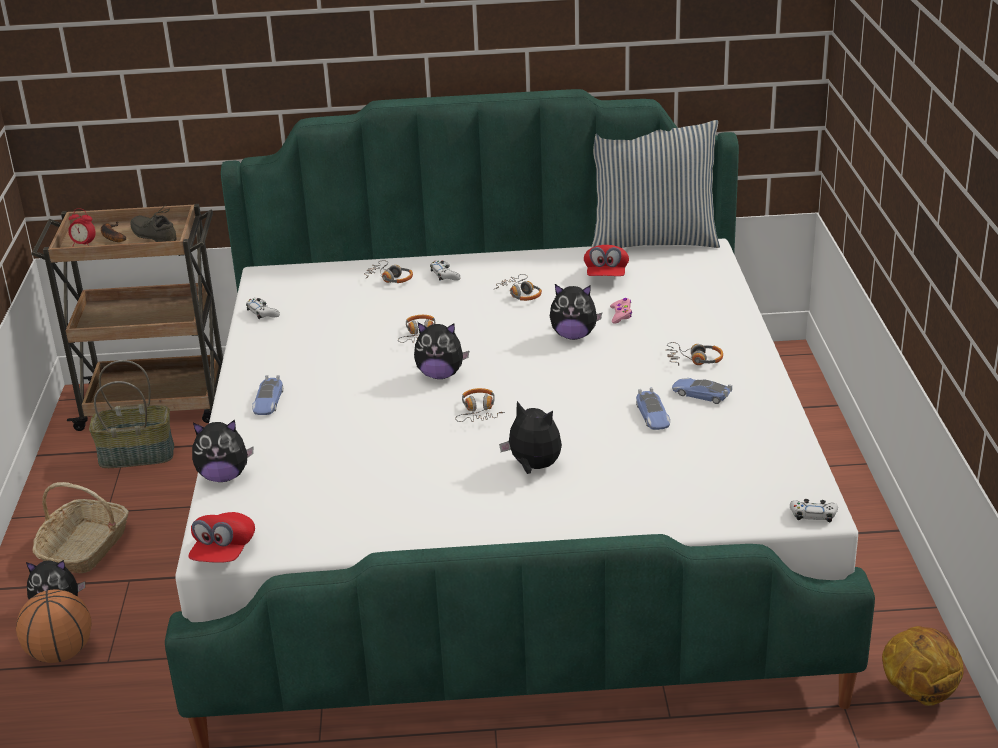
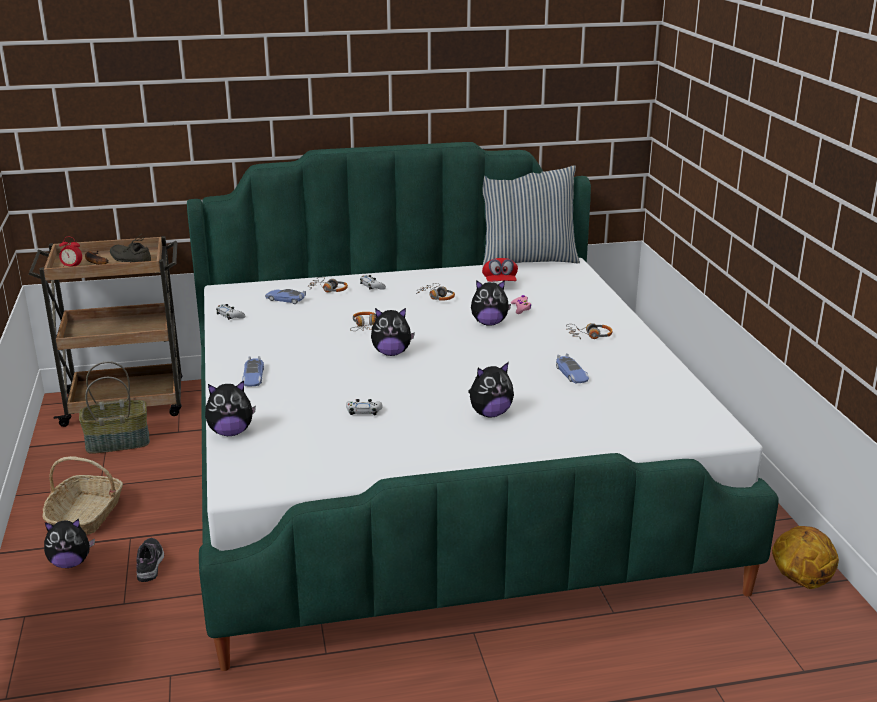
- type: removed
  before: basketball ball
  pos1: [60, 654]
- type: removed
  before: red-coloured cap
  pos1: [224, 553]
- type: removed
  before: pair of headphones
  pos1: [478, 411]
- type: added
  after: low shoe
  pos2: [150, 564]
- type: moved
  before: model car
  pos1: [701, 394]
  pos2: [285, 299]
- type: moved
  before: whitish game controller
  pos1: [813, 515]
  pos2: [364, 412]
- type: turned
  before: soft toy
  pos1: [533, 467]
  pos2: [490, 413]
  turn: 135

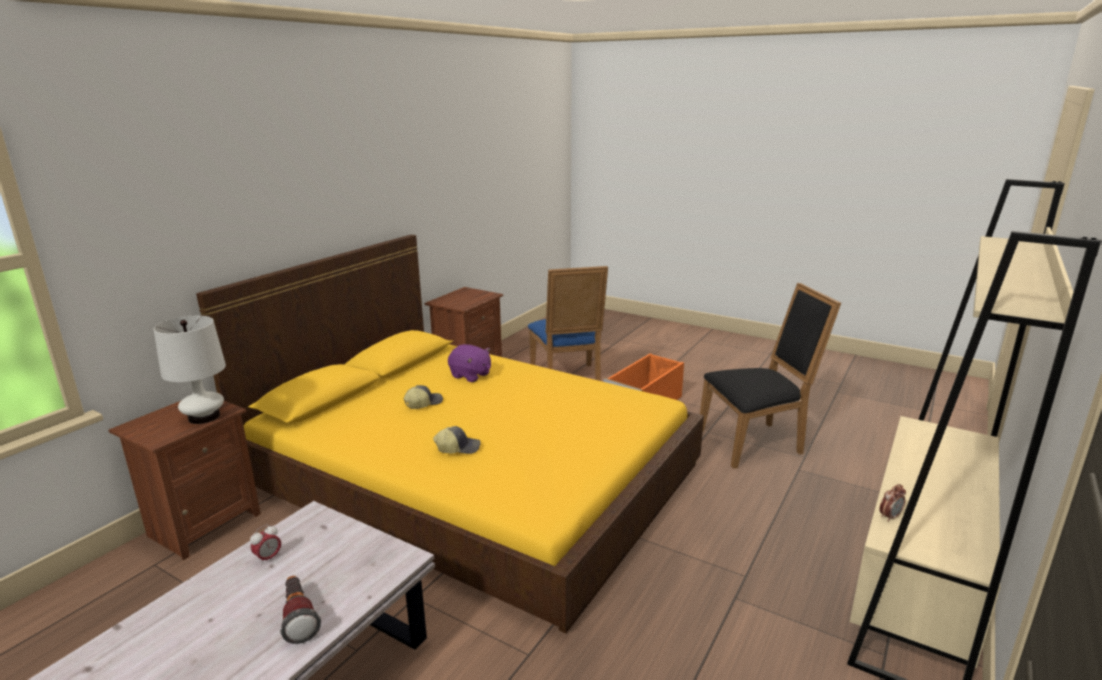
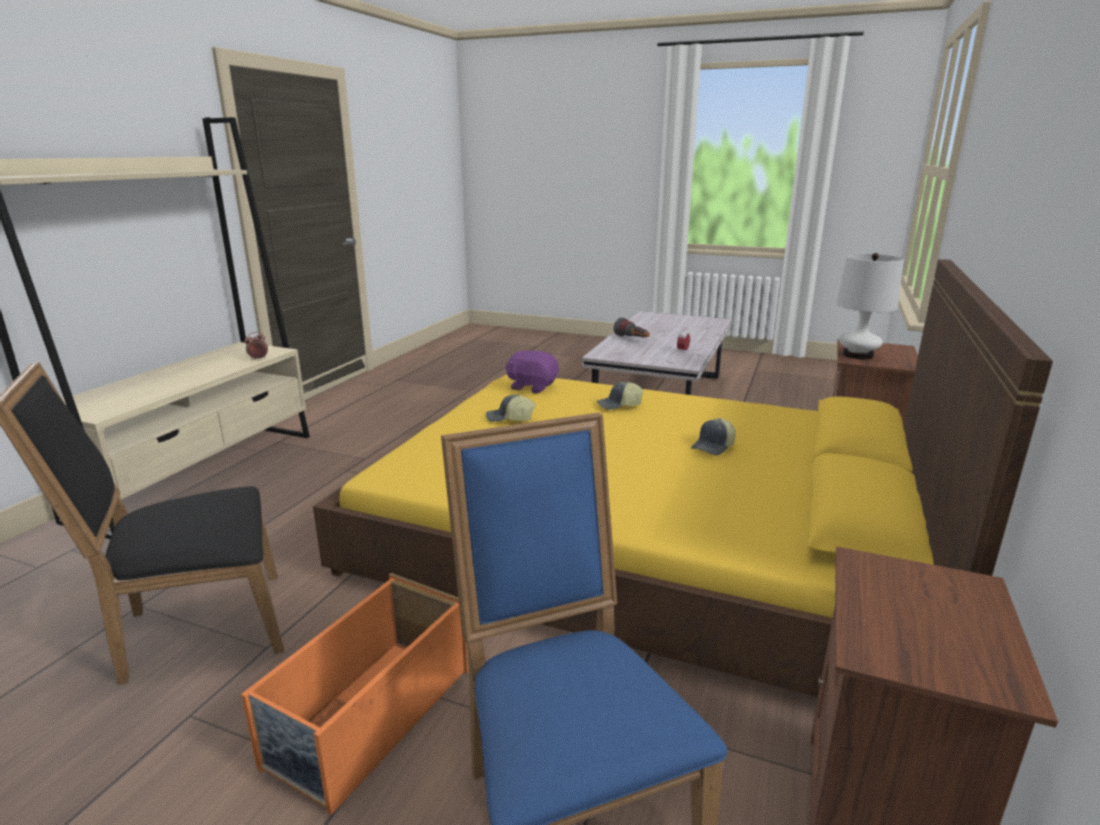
- type: added
  after: cap
  pos2: [510, 419]
- type: moved
  before: purplish soft toy
  pos1: [470, 375]
  pos2: [532, 387]

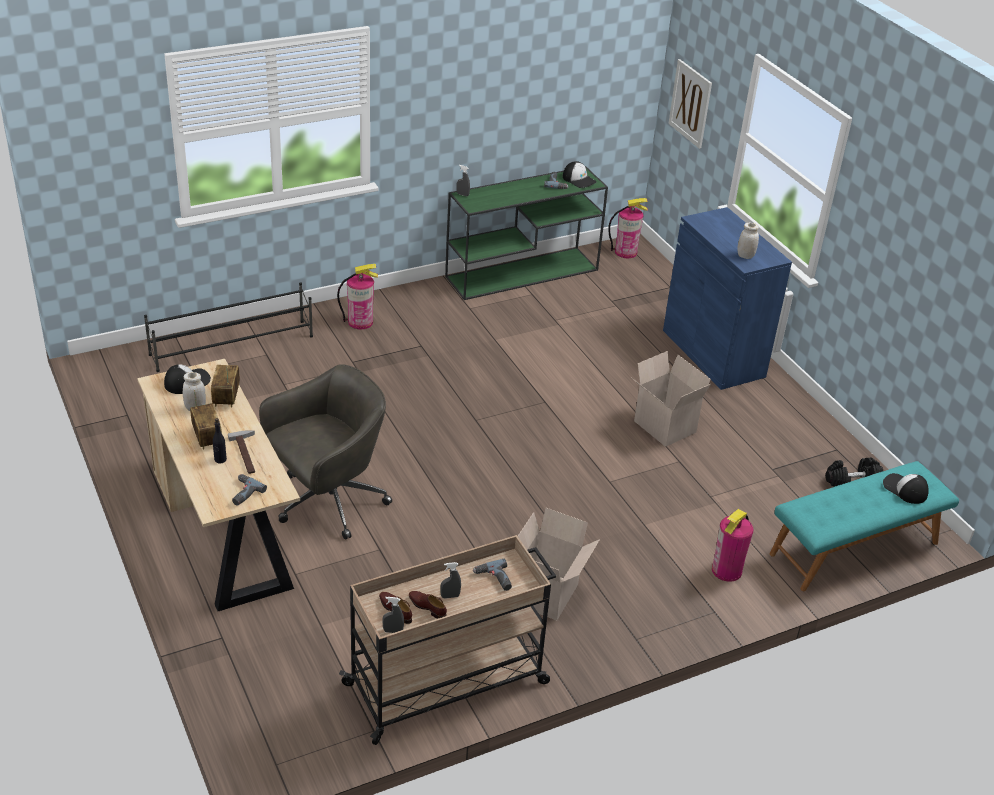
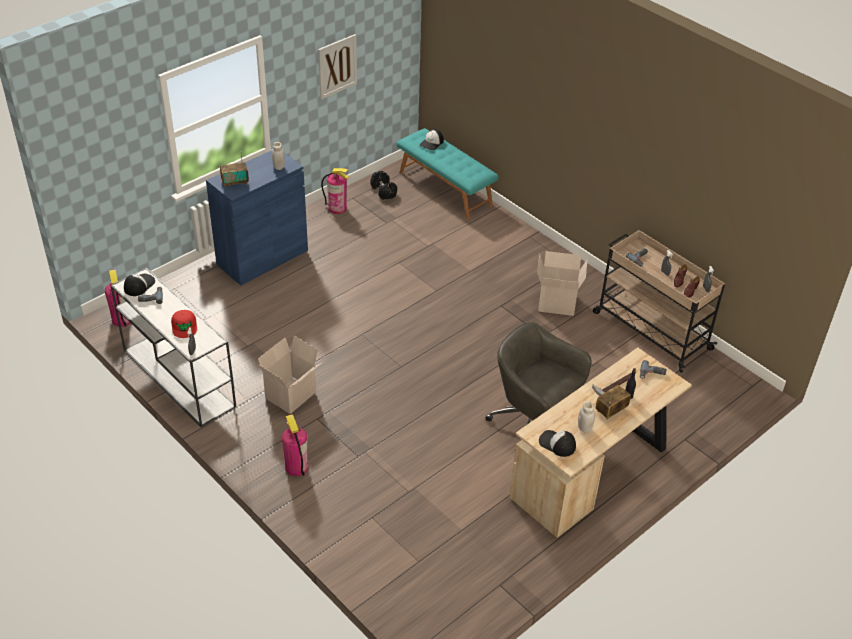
- type: removed
  before: blackish shoe shelf
  pos1: [233, 345]
- type: added
  after: red-coloured cap
  pos2: [184, 326]
- type: moved
  before: radio receiver
  pos1: [226, 397]
  pos2: [235, 182]
- type: moved
  before: cardboard box
  pos1: [662, 427]
  pos2: [291, 396]
- type: moved
  before: picture
  pos1: [690, 103]
  pos2: [337, 66]
- type: moved
  before: extinguisher
  pos1: [727, 570]
  pos2: [337, 208]
- type: recoloured
  before: green hall table
  after: whitish hall table
  pos1: [523, 273]
  pos2: [177, 377]

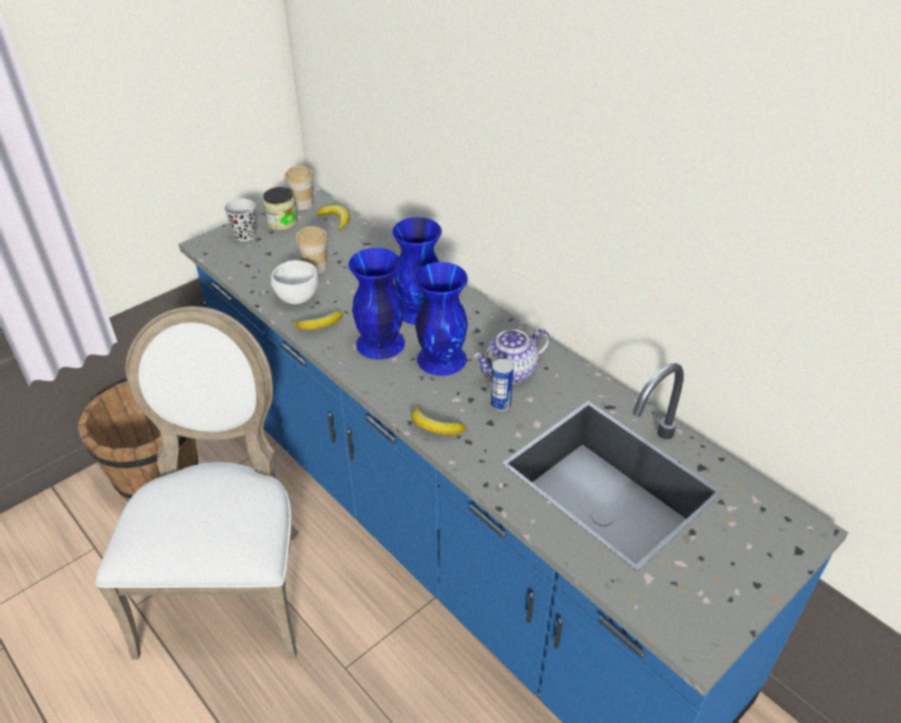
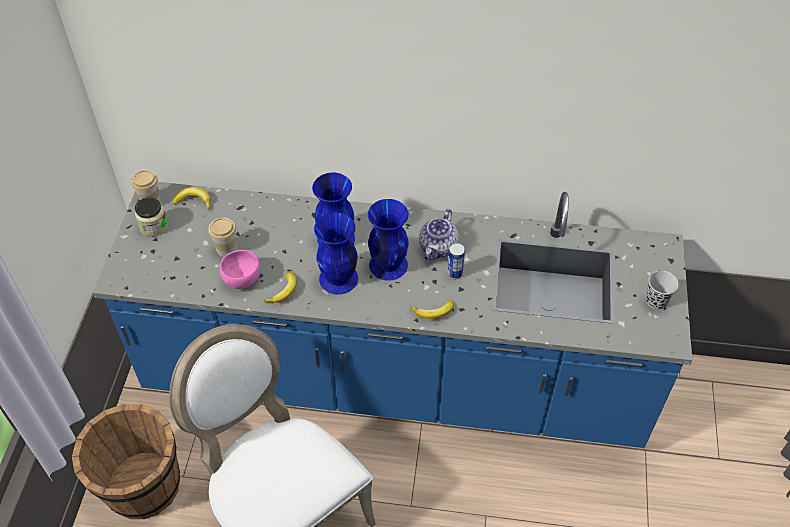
- type: moved
  before: blackish drinking cup
  pos1: [245, 235]
  pos2: [656, 301]
- type: recoloured
  before: whitish bowl
  after: pink bowl
  pos1: [297, 296]
  pos2: [241, 279]

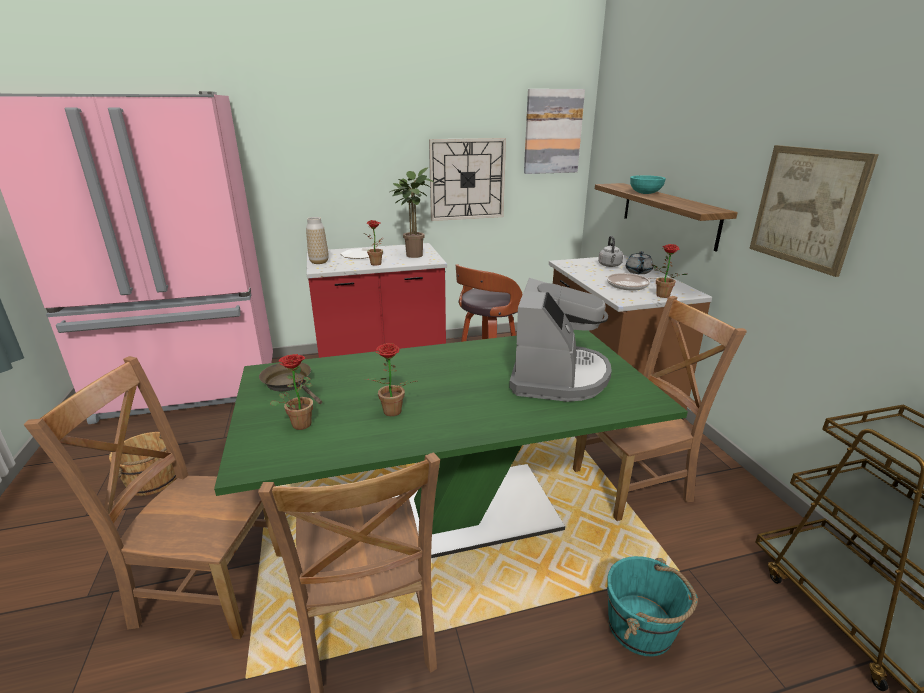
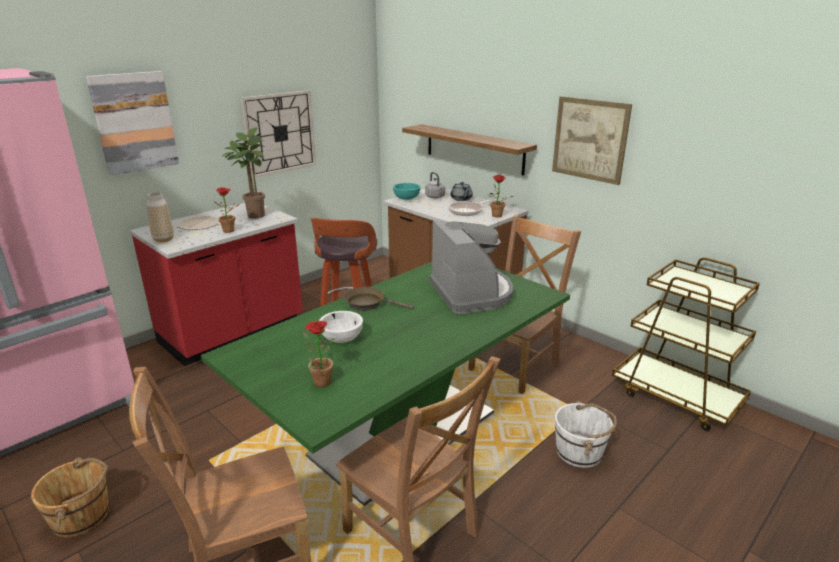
- type: removed
  before: potted plant
  pos1: [390, 413]
- type: added
  after: whitish bowl
  pos2: [342, 338]
- type: moved
  before: brownish frying pan
  pos1: [290, 384]
  pos2: [368, 304]
- type: moved
  before: picture
  pos1: [552, 132]
  pos2: [134, 122]
- type: moved
  before: blue-green bowl
  pos1: [645, 193]
  pos2: [406, 198]
- type: recoloured
  before: blue-green pail
  after: whitish pail
  pos1: [641, 627]
  pos2: [580, 452]

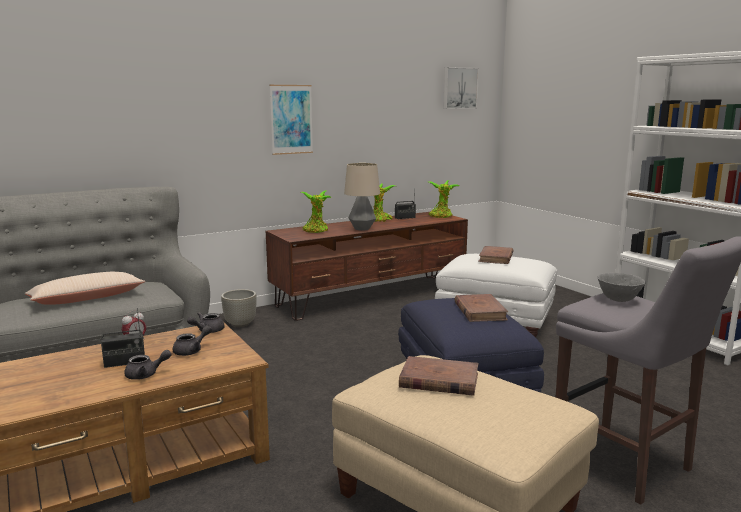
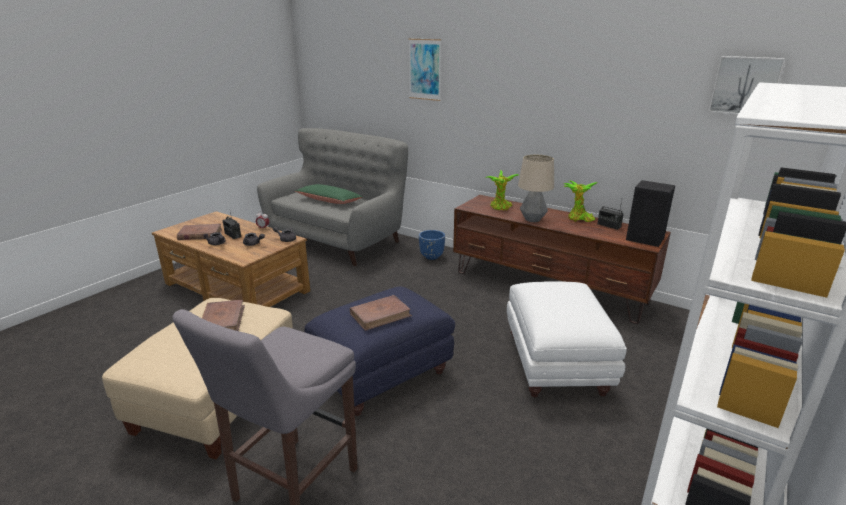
- type: removed
  before: grey bowl
  pos1: [619, 300]
- type: moved
  before: picture
  pos1: [291, 119]
  pos2: [425, 69]
- type: moved
  before: brownish bound book
  pos1: [496, 258]
  pos2: [200, 234]
- type: replaced
  before: potted plant
  after: blackish speaker
  pos1: [441, 216]
  pos2: [646, 239]
- type: recoloured
  before: sand-coloured throw pillow
  after: green throw pillow
  pos1: [87, 299]
  pos2: [329, 201]
- type: recoloured
  before: grey plant pot
  after: blue-coloured plant pot
  pos1: [240, 324]
  pos2: [431, 257]

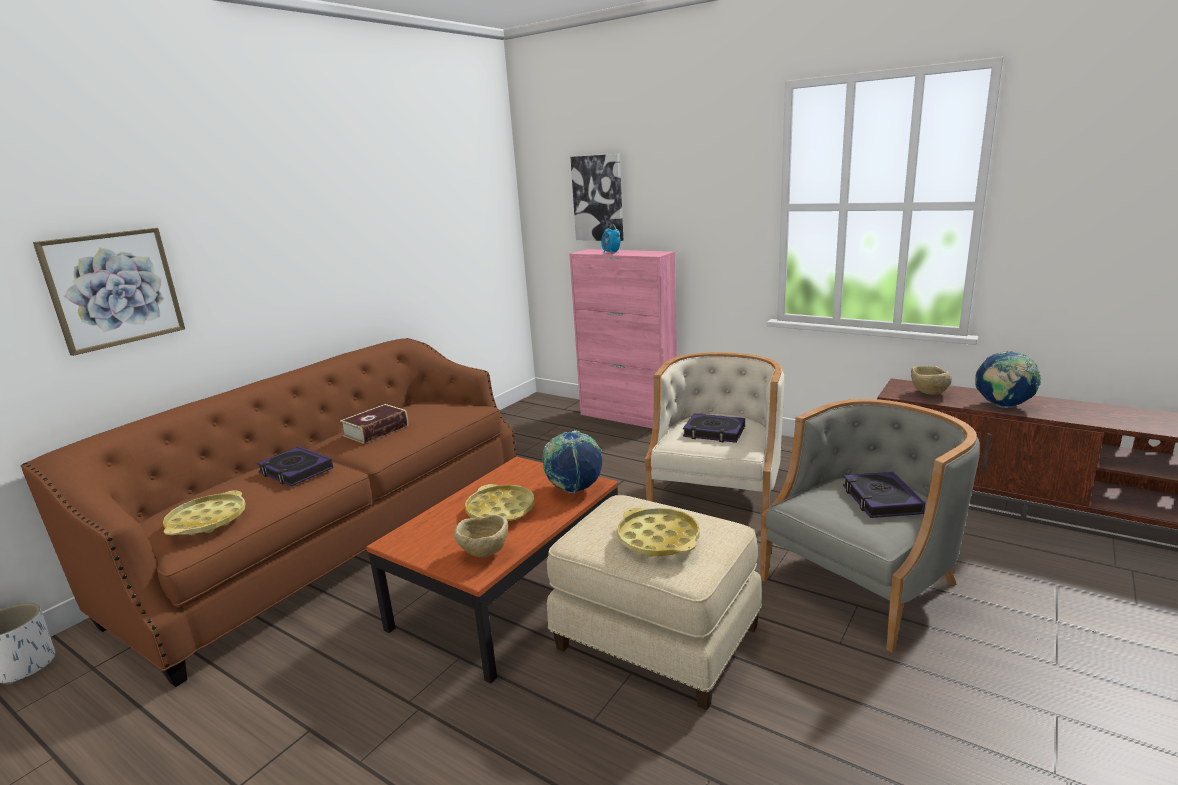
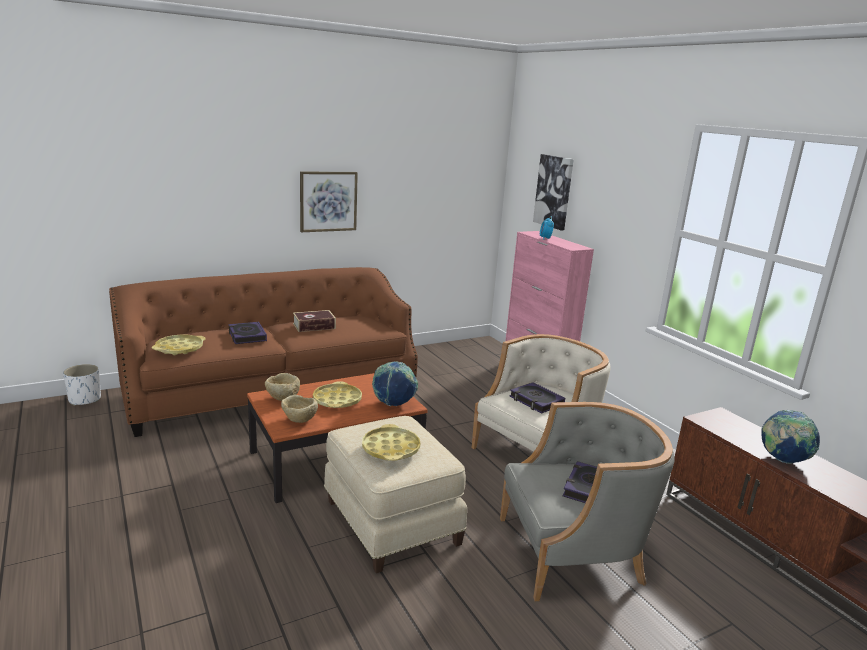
- type: moved
  before: picture
  pos1: [114, 289]
  pos2: [328, 201]
- type: moved
  before: sand-coloured bowl
  pos1: [928, 393]
  pos2: [282, 398]

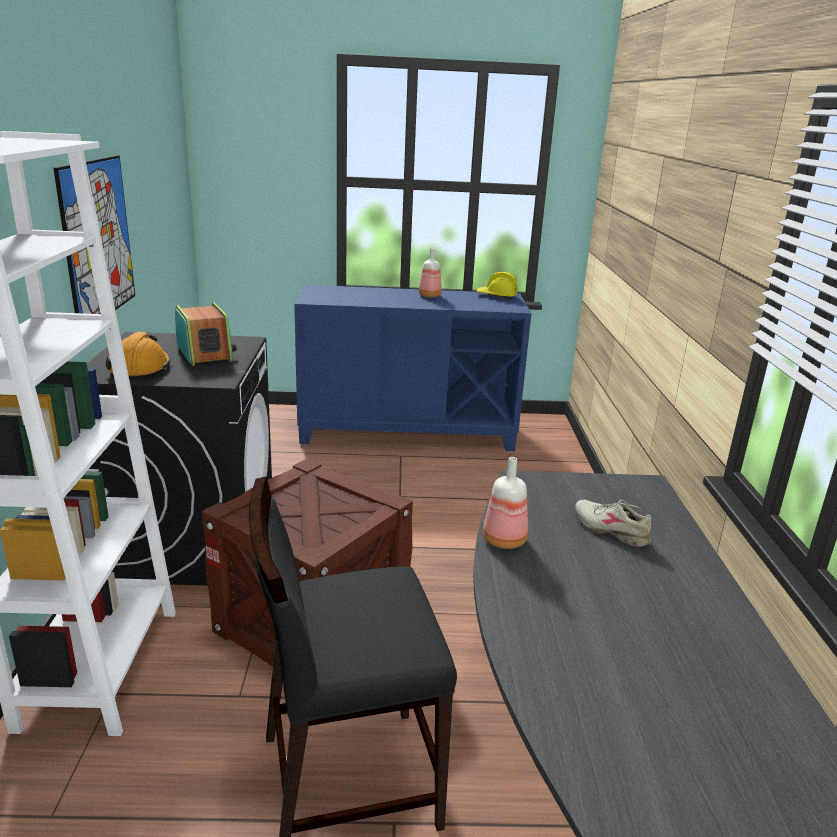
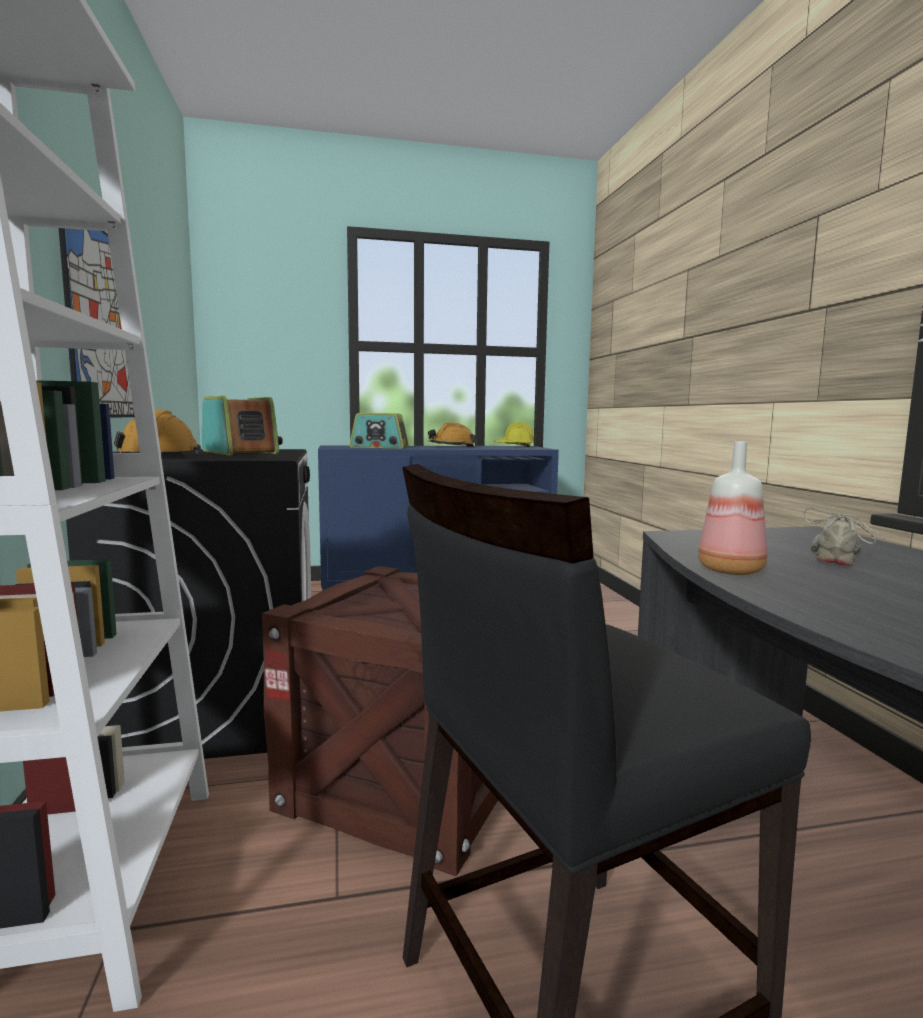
- type: added
  after: radio receiver
  pos2: [379, 447]
- type: replaced
  before: bottle
  after: orangey hard hat
  pos1: [430, 296]
  pos2: [452, 446]
- type: turned
  before: sand-coloured low shoe
  pos1: [611, 530]
  pos2: [837, 557]
  turn: 90

